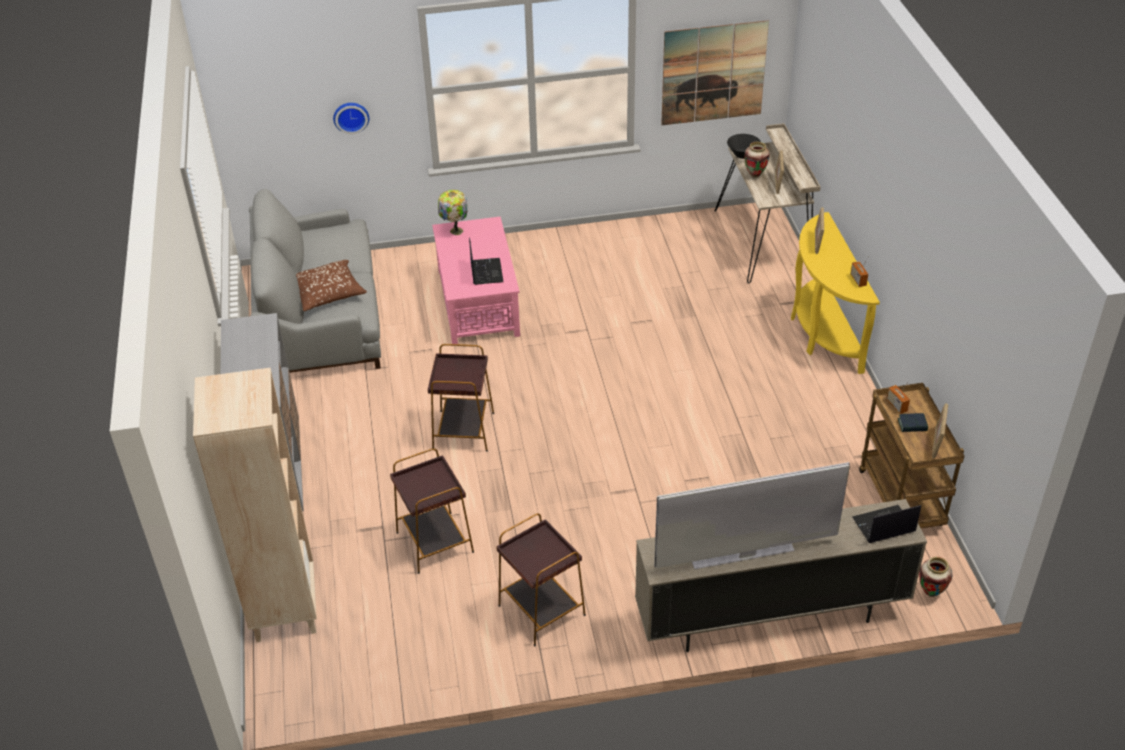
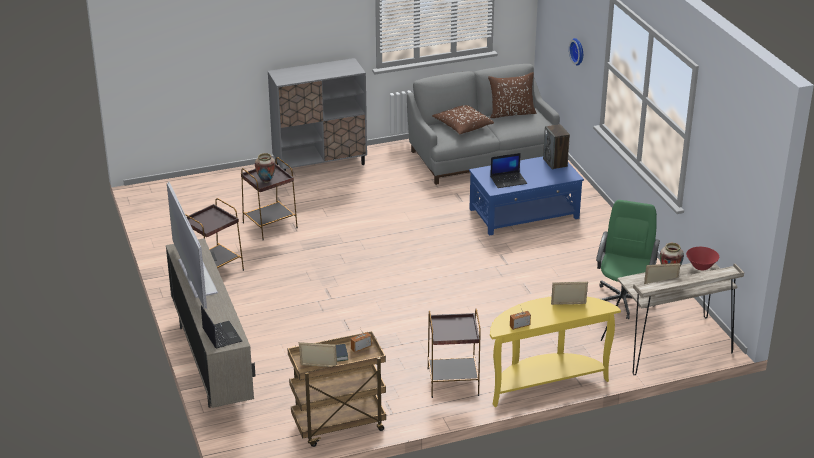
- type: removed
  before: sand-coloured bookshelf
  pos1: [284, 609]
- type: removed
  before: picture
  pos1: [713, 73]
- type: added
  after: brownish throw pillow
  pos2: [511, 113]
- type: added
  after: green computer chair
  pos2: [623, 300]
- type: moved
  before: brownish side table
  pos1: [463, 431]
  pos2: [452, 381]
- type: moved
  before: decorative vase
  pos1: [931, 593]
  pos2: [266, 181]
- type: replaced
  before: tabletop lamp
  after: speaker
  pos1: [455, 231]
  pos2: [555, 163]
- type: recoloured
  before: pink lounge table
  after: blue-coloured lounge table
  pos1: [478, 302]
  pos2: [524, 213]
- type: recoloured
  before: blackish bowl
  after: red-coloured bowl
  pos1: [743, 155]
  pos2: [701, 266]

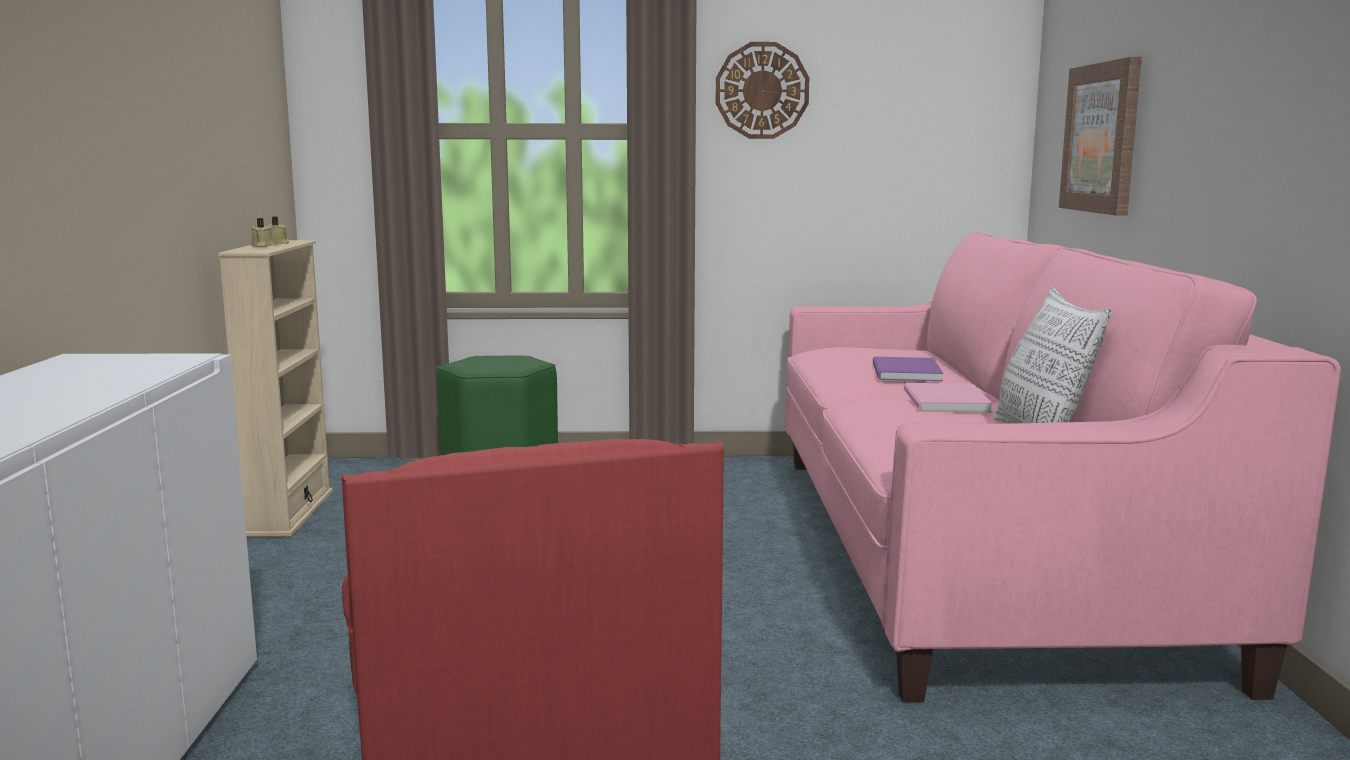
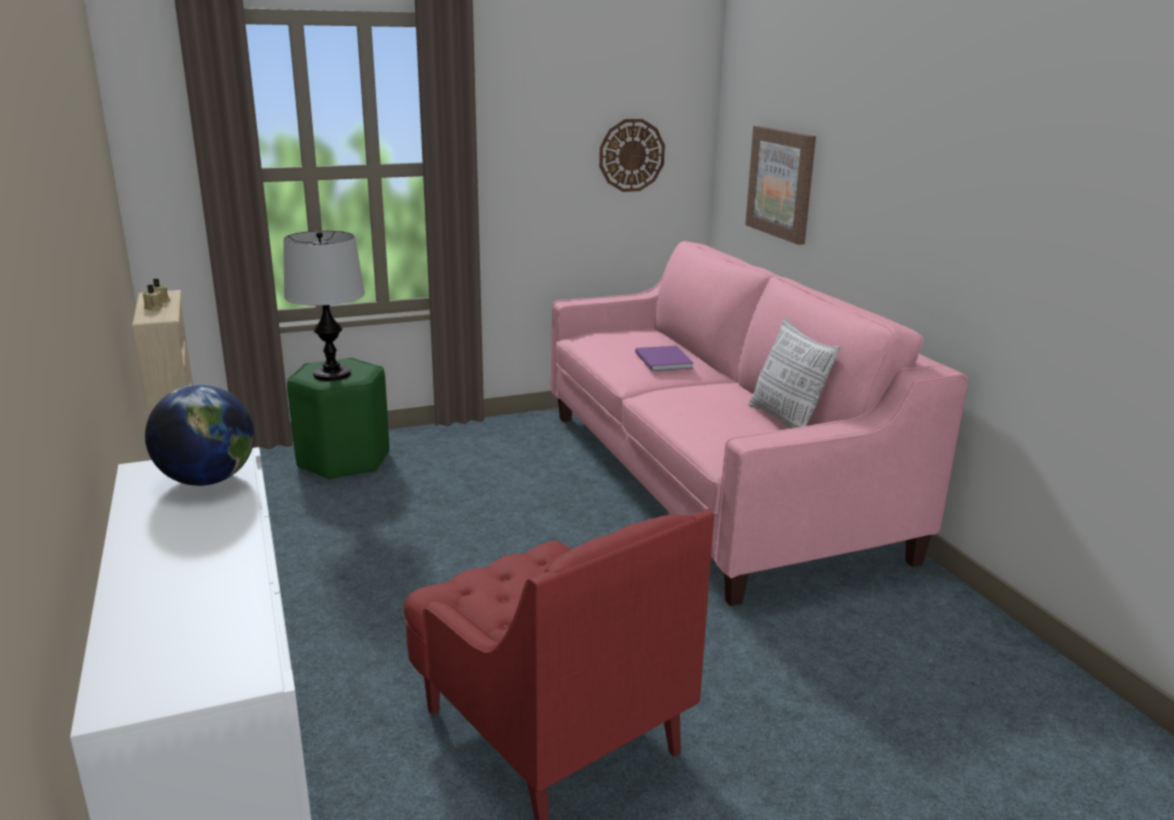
- type: removed
  before: pink bound book
  pos1: [944, 402]
- type: added
  after: globe
  pos2: [207, 480]
- type: added
  after: tabletop lamp
  pos2: [331, 374]
- type: moved
  before: wall clock
  pos1: [762, 90]
  pos2: [631, 155]

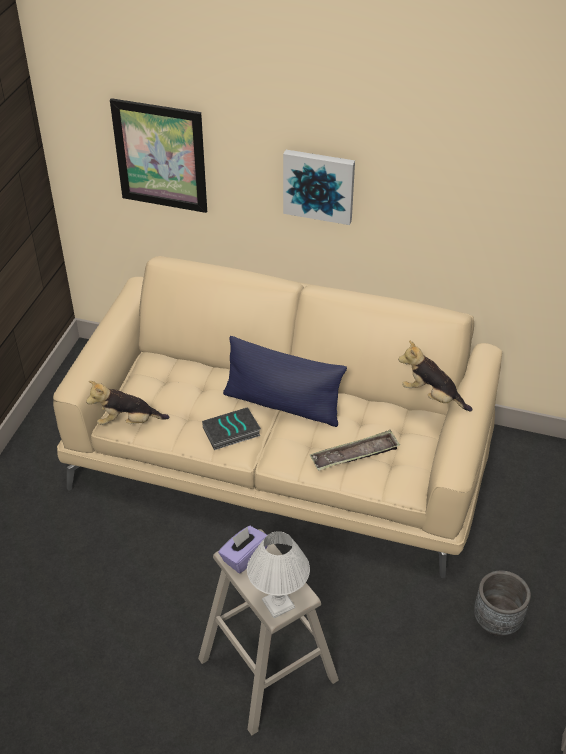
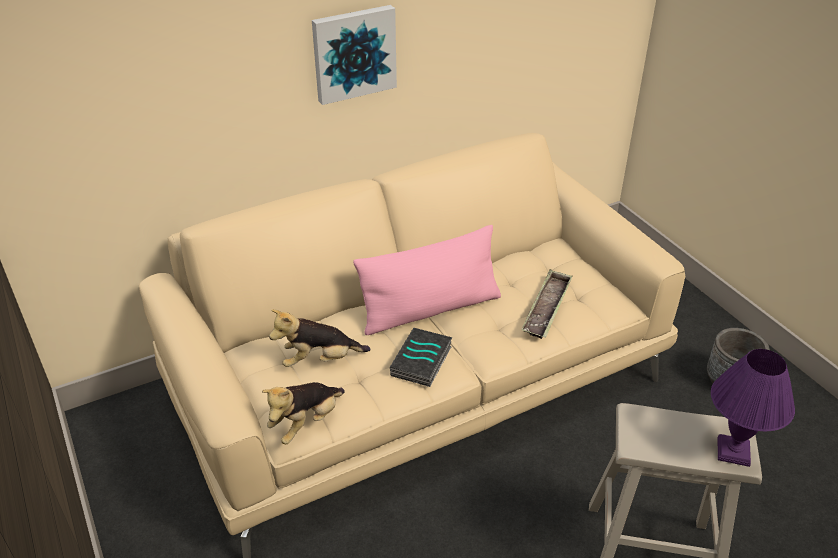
- type: removed
  before: picture
  pos1: [160, 156]
- type: removed
  before: purplish tissue box
  pos1: [244, 557]
- type: moved
  before: soft toy
  pos1: [432, 396]
  pos2: [319, 360]
- type: recoloured
  before: blue-coloured throw pillow
  after: pink throw pillow
  pos1: [282, 404]
  pos2: [430, 310]
- type: recoloured
  before: whitish tabletop lamp
  after: purplish tabletop lamp
  pos1: [277, 603]
  pos2: [732, 451]

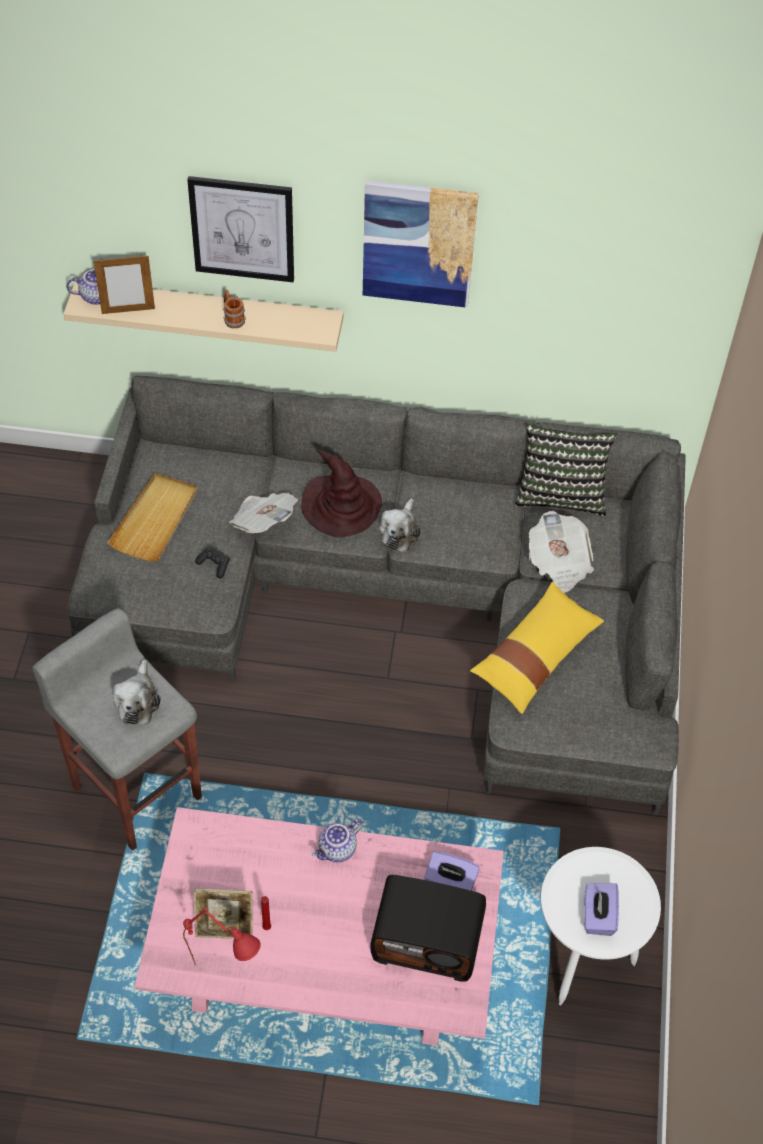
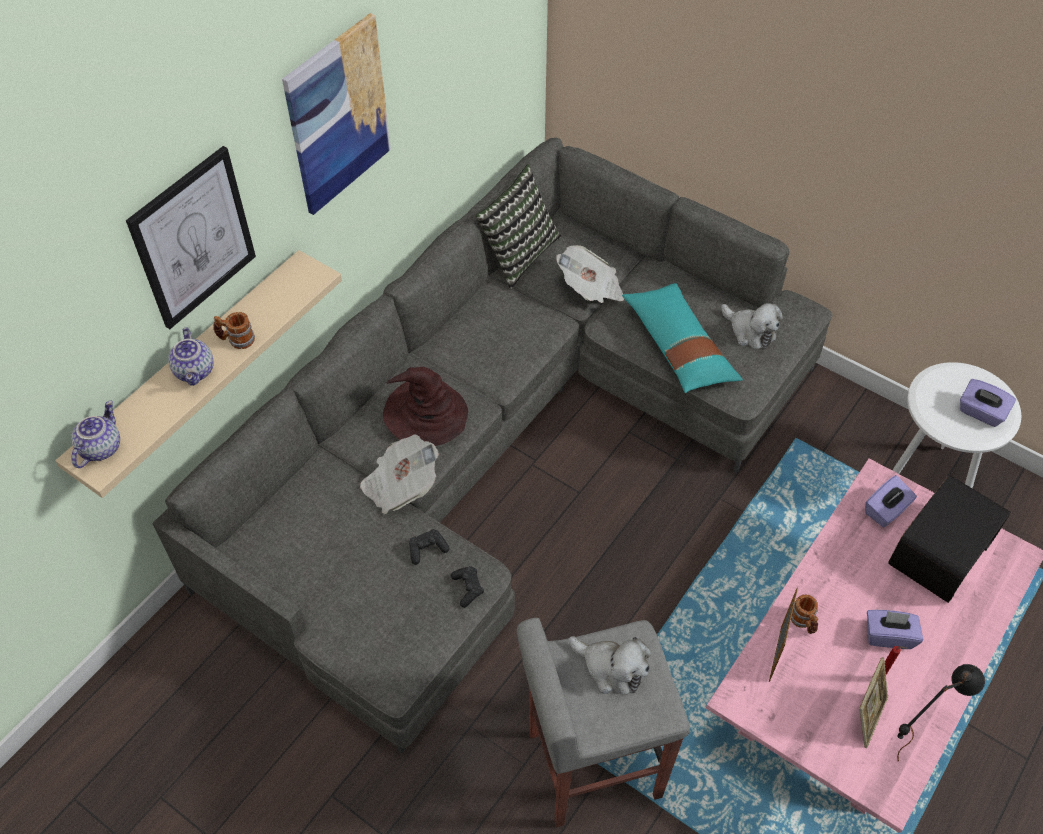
- type: removed
  before: sand-coloured serving tray
  pos1: [155, 519]
- type: added
  after: blackish game controller
  pos2: [468, 588]
- type: added
  after: tea mug
  pos2: [803, 622]
- type: added
  after: purplish tissue box
  pos2: [888, 635]
- type: moved
  before: standing frame
  pos1: [128, 311]
  pos2: [775, 653]
- type: moved
  before: tea pot
  pos1: [337, 850]
  pos2: [196, 371]
- type: moved
  before: soft toy
  pos1: [400, 531]
  pos2: [750, 331]
- type: recoloured
  before: red-coloured tabletop lamp
  after: blackish tabletop lamp
  pos1: [225, 970]
  pos2: [914, 736]
- type: recoloured
  before: yellowish throw pillow
  after: blue-green throw pillow
  pos1: [535, 655]
  pos2: [678, 347]

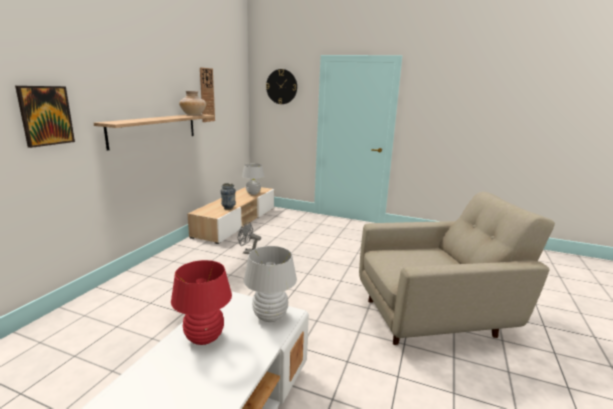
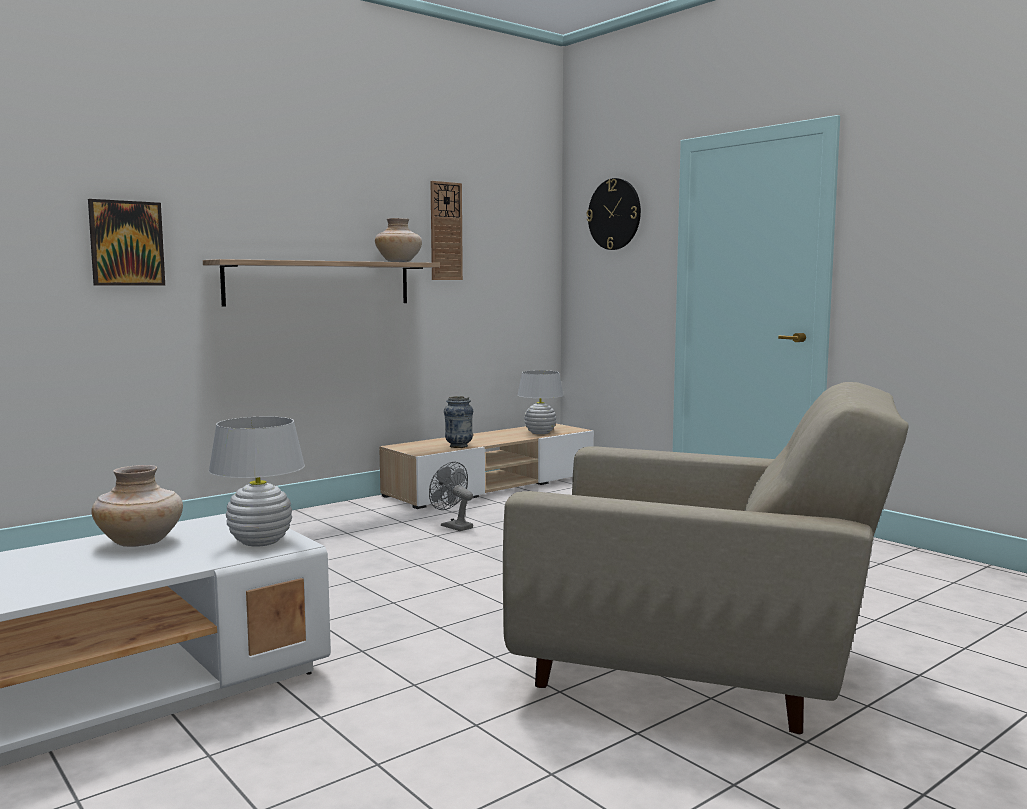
- type: replaced
  before: red-coloured tabletop lamp
  after: sand-coloured decorative vase
  pos1: [204, 338]
  pos2: [140, 543]

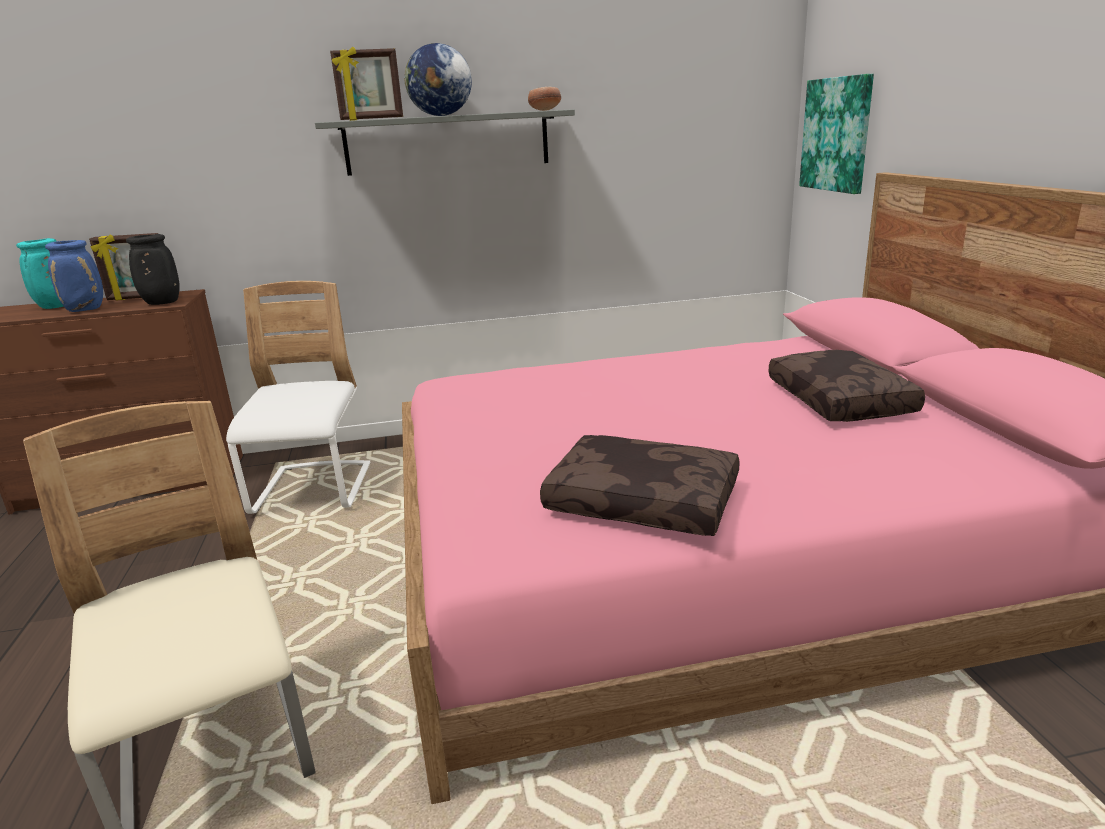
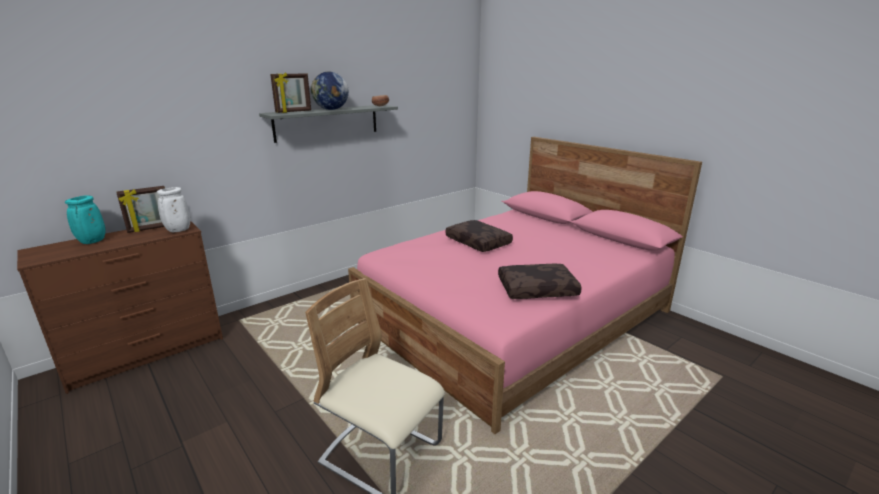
- type: removed
  before: blue-coloured decorative vase
  pos1: [86, 309]
- type: removed
  before: whitish upright chair
  pos1: [313, 490]
- type: removed
  before: picture
  pos1: [837, 134]
- type: moved
  before: brownish throw pillow
  pos1: [841, 401]
  pos2: [479, 242]
- type: recoloured
  before: blackish decorative vase
  after: whitish decorative vase
  pos1: [161, 303]
  pos2: [178, 230]

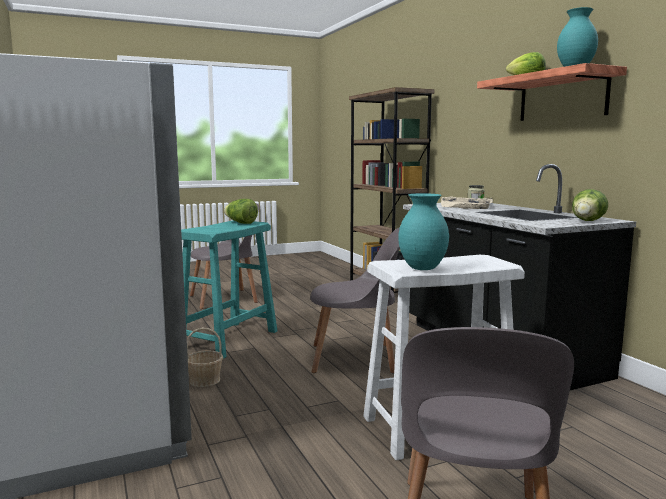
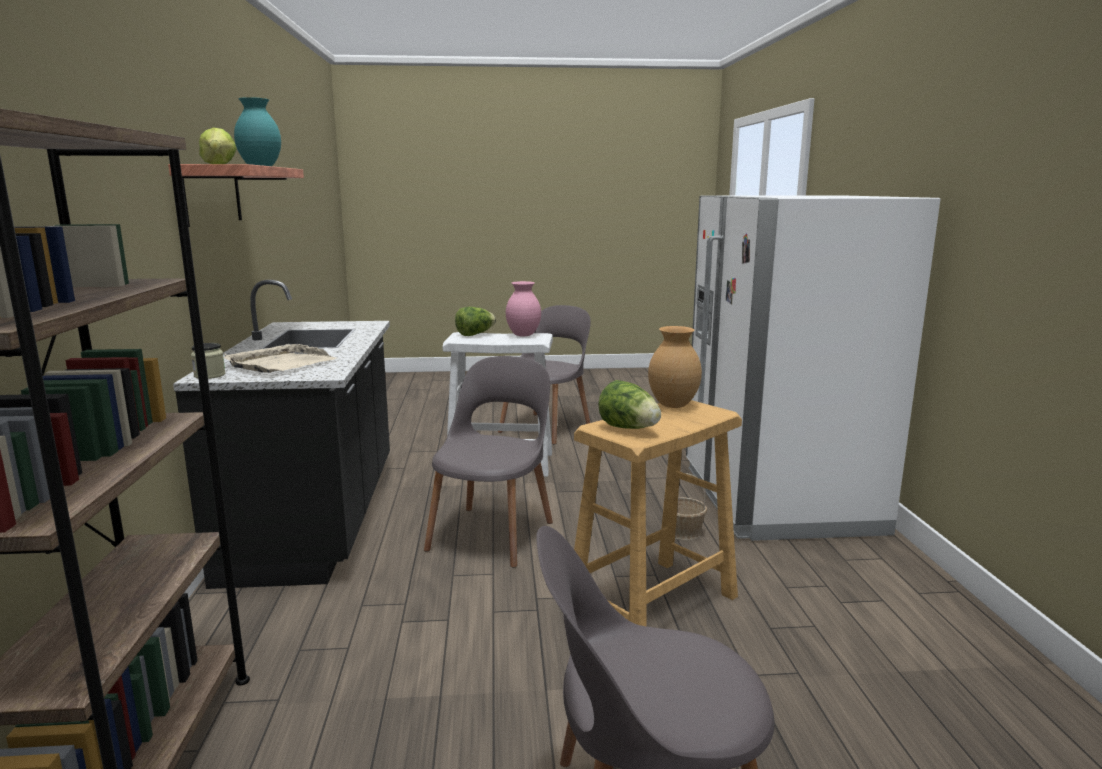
- type: added
  after: brownish decorative vase
  pos2: [674, 405]
- type: moved
  before: lettuce
  pos1: [587, 221]
  pos2: [475, 334]
- type: recoloured
  before: blue-green sitting stool
  after: sand-coloured sitting stool
  pos1: [229, 339]
  pos2: [652, 604]
- type: recoloured
  before: blue-green decorative vase
  after: pink decorative vase
  pos1: [421, 268]
  pos2: [524, 335]
- type: turned
  before: grey upright chair
  pos1: [357, 358]
  pos2: [493, 533]
  turn: 90

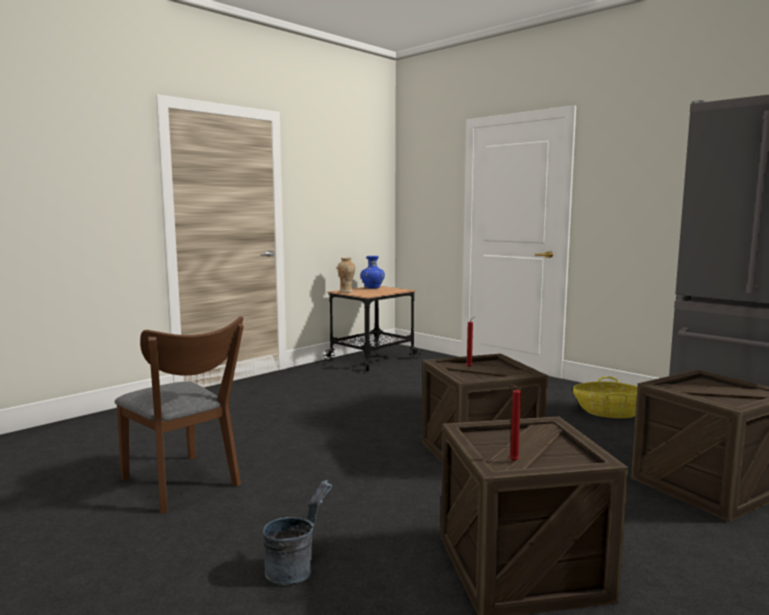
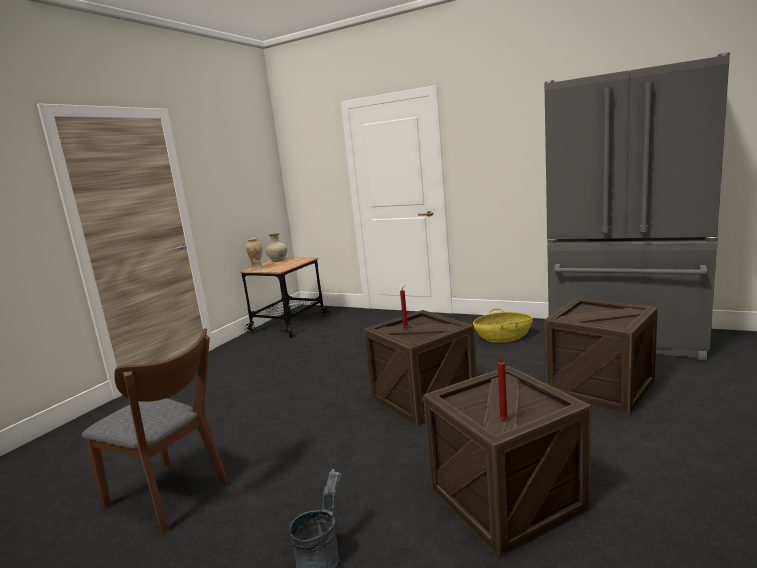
- type: recoloured
  before: blue-coloured decorative vase
  after: sand-coloured decorative vase
  pos1: [372, 288]
  pos2: [278, 261]

